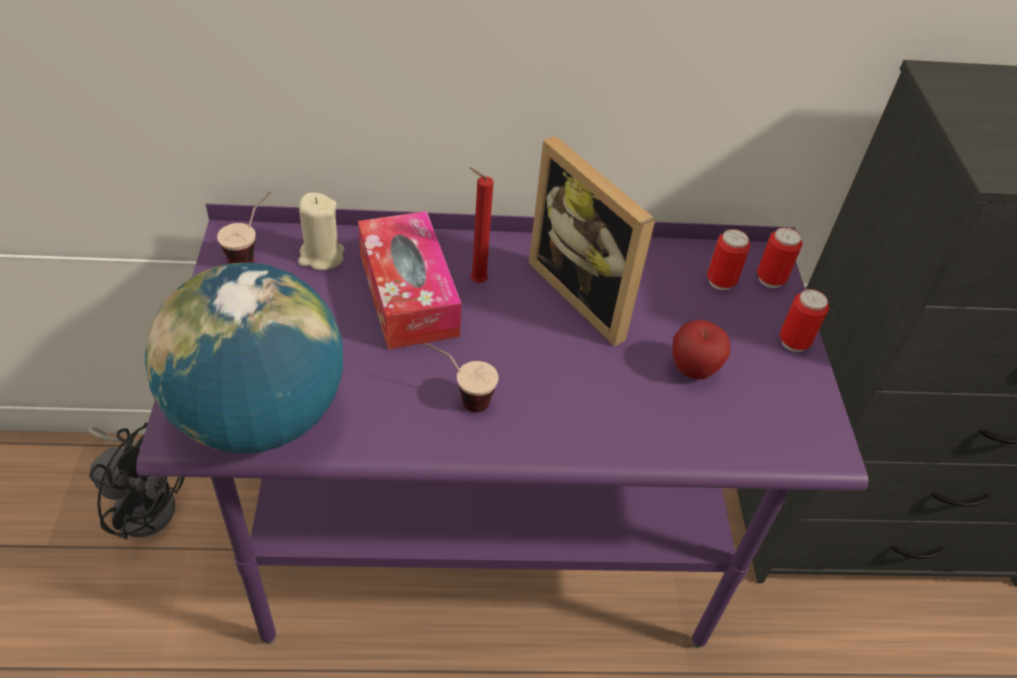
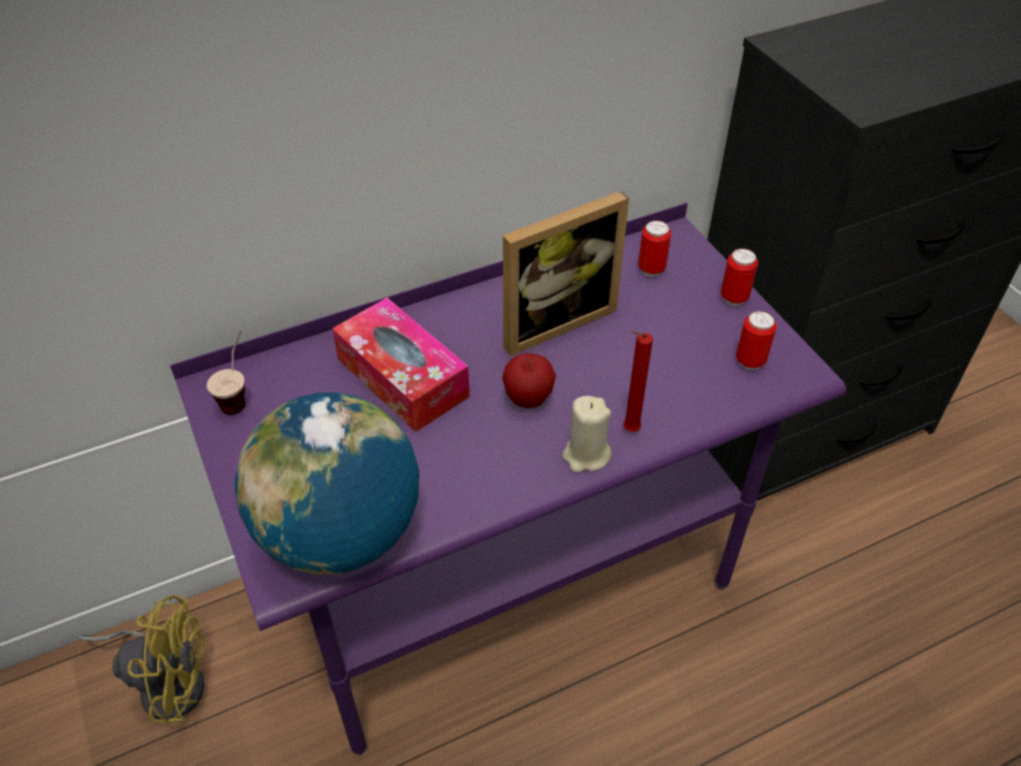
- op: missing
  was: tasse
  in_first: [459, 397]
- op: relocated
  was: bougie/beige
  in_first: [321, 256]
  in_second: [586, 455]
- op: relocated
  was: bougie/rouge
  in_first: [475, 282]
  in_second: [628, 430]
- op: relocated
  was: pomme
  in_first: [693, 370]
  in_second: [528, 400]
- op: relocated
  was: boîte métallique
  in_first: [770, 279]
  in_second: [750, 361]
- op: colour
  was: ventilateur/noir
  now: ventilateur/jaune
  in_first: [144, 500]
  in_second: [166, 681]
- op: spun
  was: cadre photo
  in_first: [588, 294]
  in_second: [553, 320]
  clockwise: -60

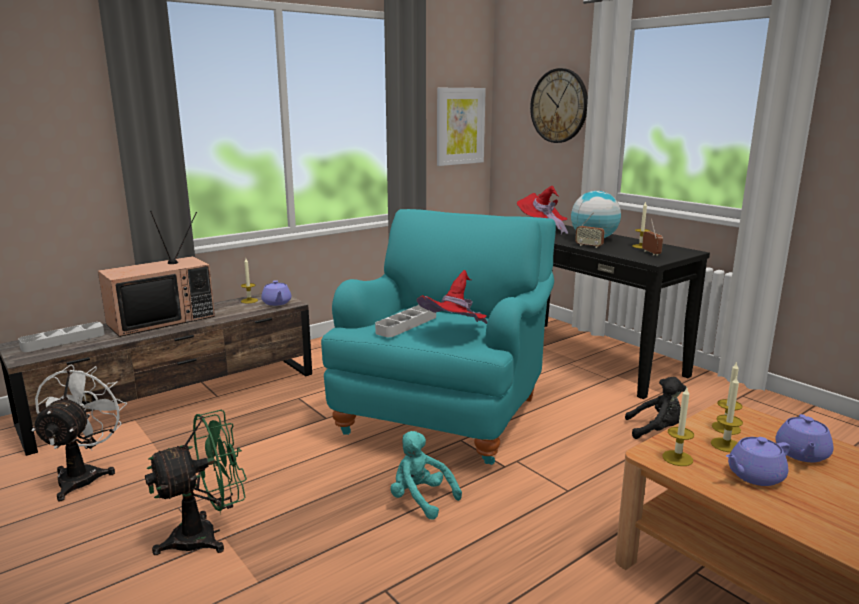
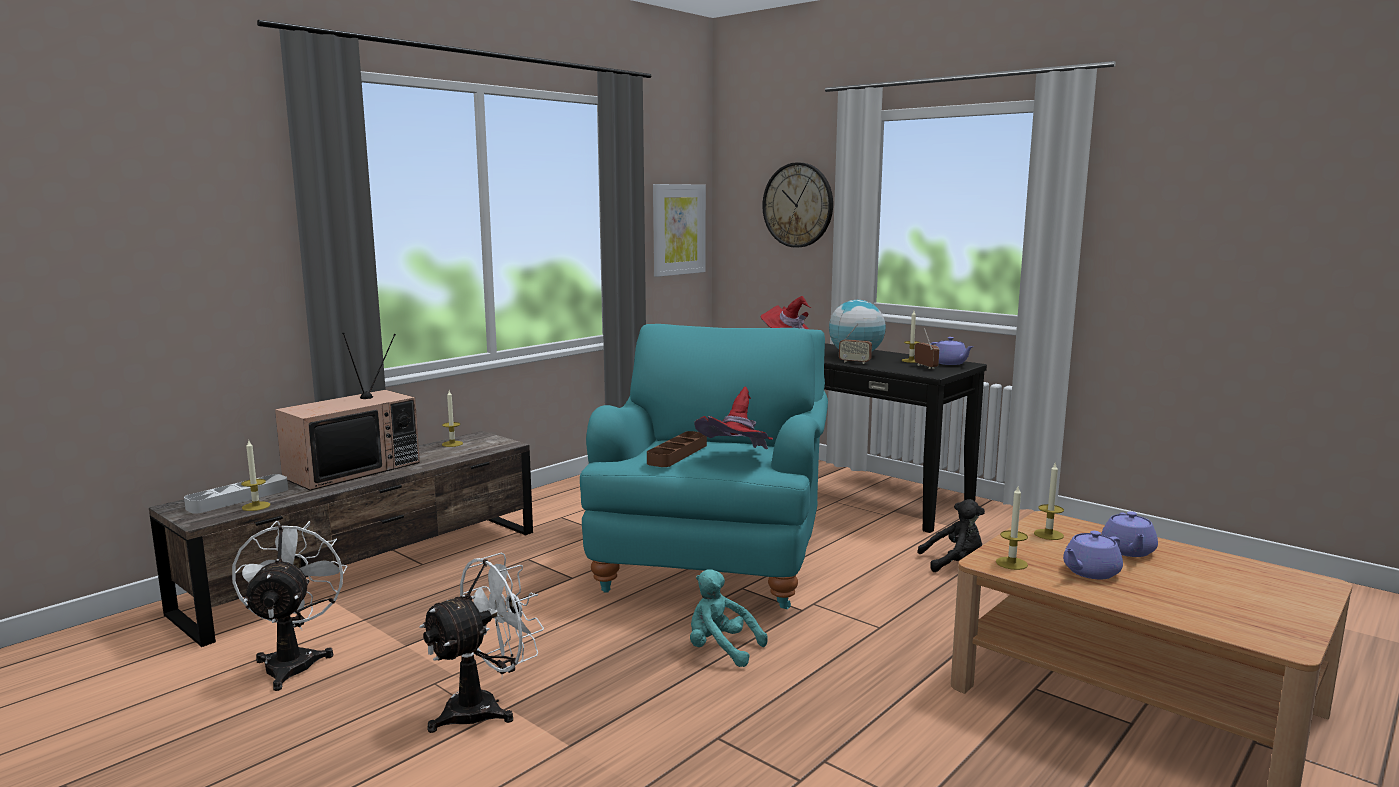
- op: relocated
  was: théière/violet
  in_first: [277, 303]
  in_second: [950, 363]
- op: relocated
  was: bougie
  in_first: [725, 445]
  in_second: [256, 506]
- op: colour
  was: ventilateur/vert
  now: ventilateur/blanc
  in_first: [206, 535]
  in_second: [484, 707]
- op: colour
  was: plateau/gris
  now: plateau/marron
  in_first: [406, 324]
  in_second: [677, 454]

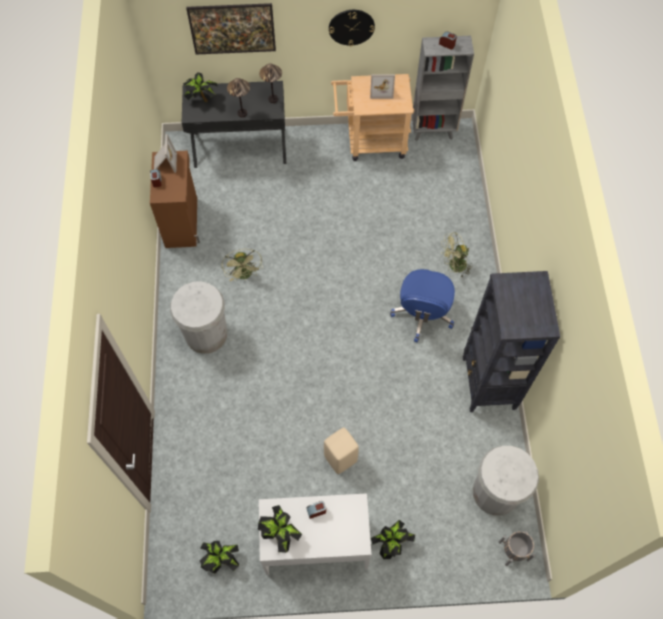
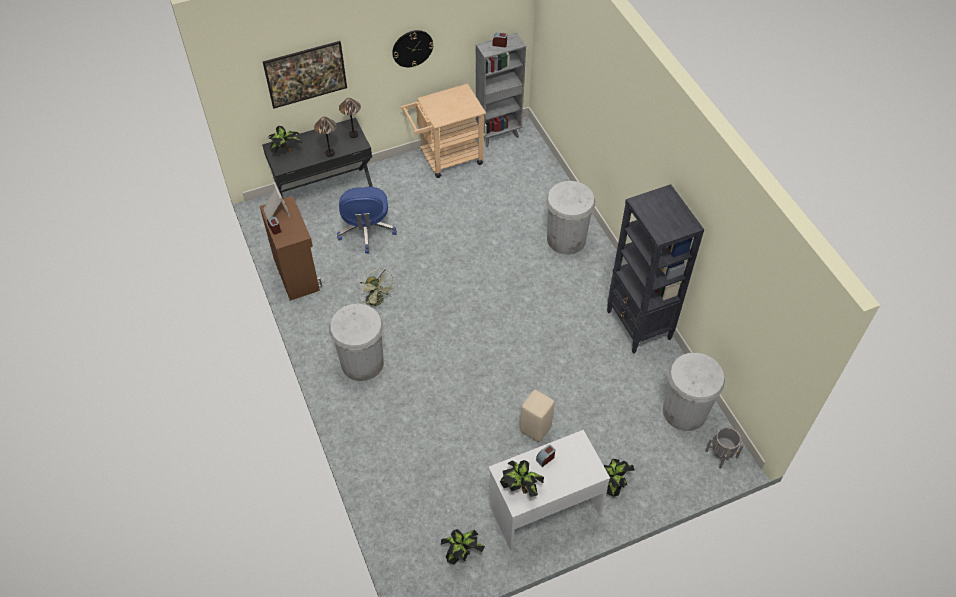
- op: missing
  was: cadre photo
  in_first: [381, 90]
- op: relocated
  was: chaise de bureau/bleu
  in_first: [422, 314]
  in_second: [366, 230]
- op: exchanged
  was: ventilateur/vert
  now: poubelle/blanc
  in_first: [454, 266]
  in_second: [566, 239]

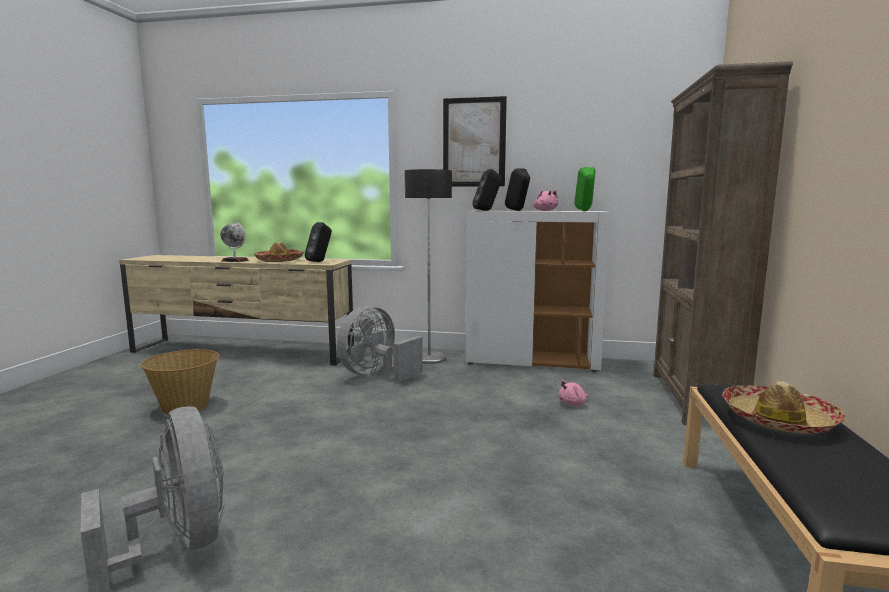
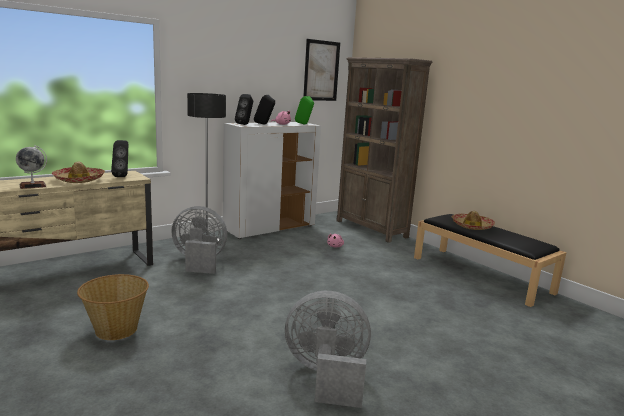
- op: relocated
  was: tableau
  in_first: [474, 142]
  in_second: [321, 71]
- op: spun
  was: ventilateur/gris
  in_first: [376, 374]
  in_second: [199, 262]
  clockwise: 105

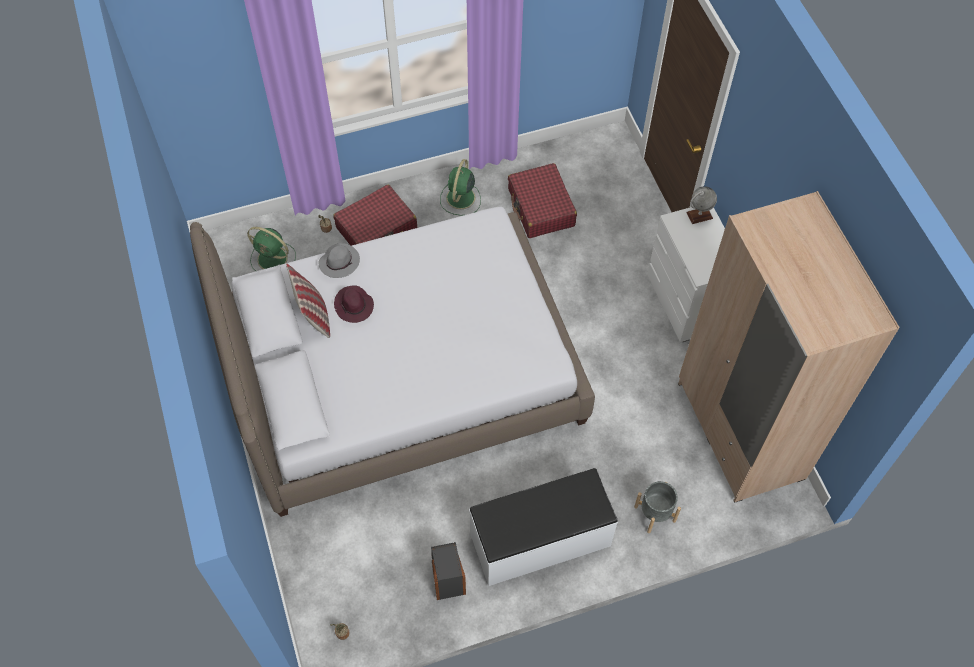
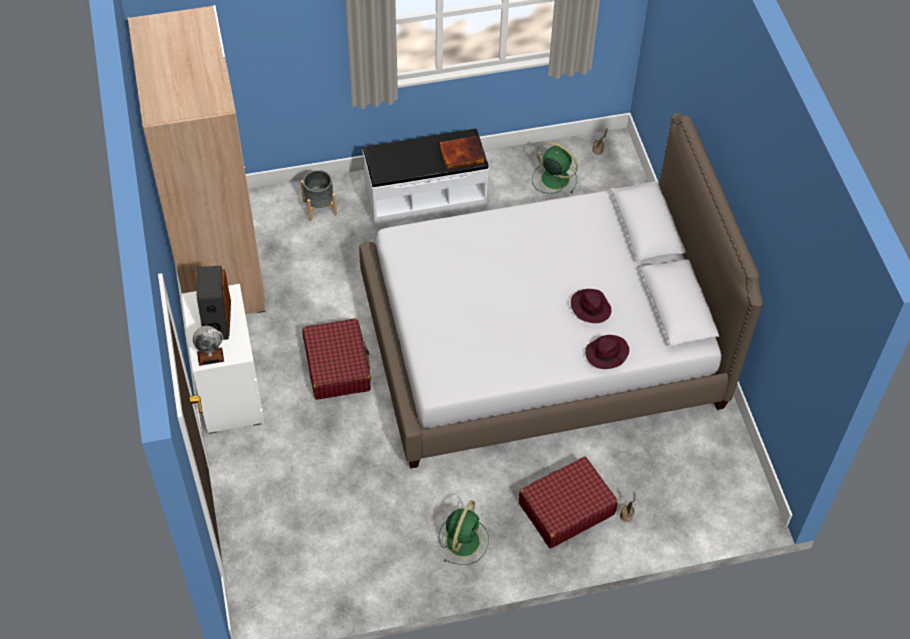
- op: missing
  was: coussin
  in_first: [313, 315]
- op: appeared
  now: livre
  in_second: [461, 153]
- op: relocated
  was: ventilateur/vert
  in_first: [273, 259]
  in_second: [553, 178]
- op: relocated
  was: enceinte
  in_first: [447, 576]
  in_second: [216, 320]
- op: relocated
  was: valise/rouge
  in_first: [541, 208]
  in_second: [337, 366]
- op: colour
  was: chapeau/gris
  now: chapeau/violet
  in_first: [340, 262]
  in_second: [606, 354]

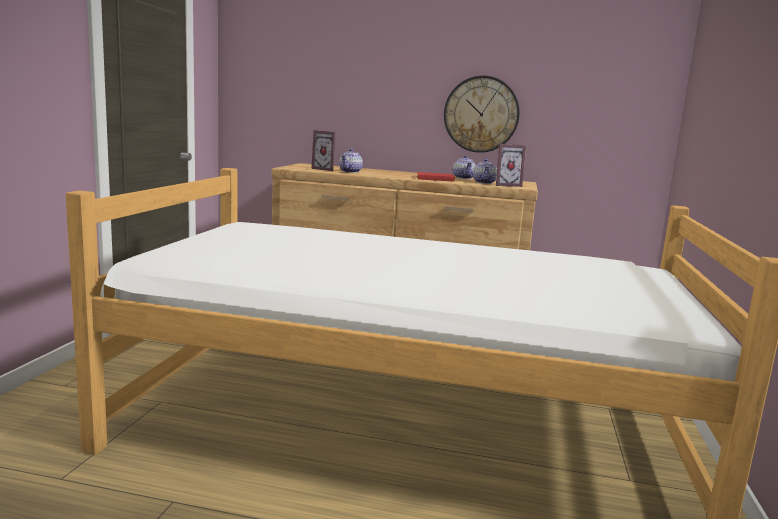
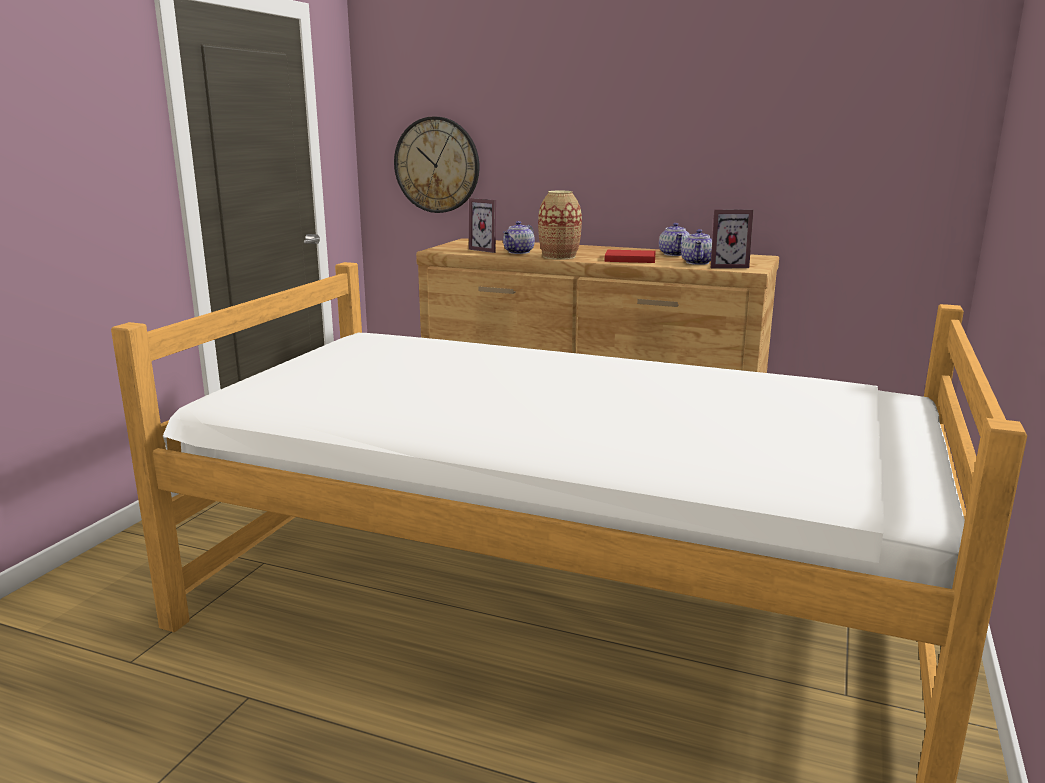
- op: appeared
  now: vase
  in_second: [559, 257]
- op: relocated
  was: horloge murale
  in_first: [481, 114]
  in_second: [437, 165]

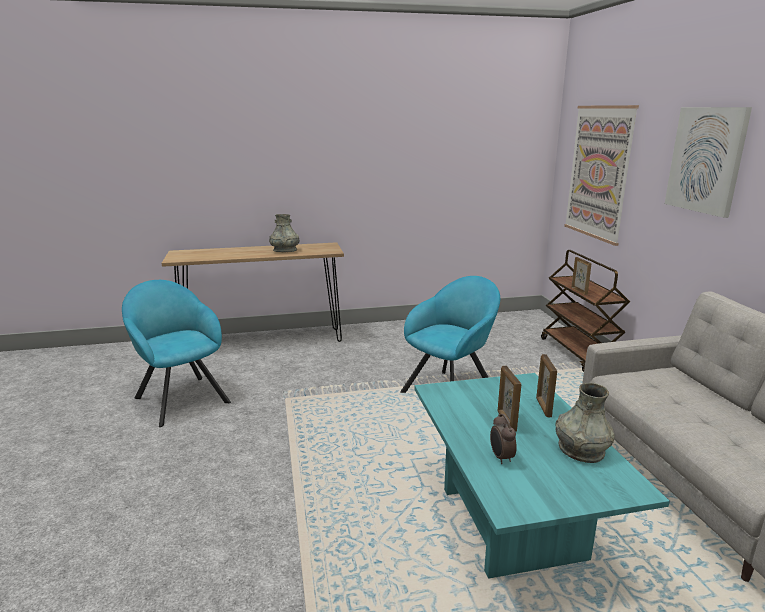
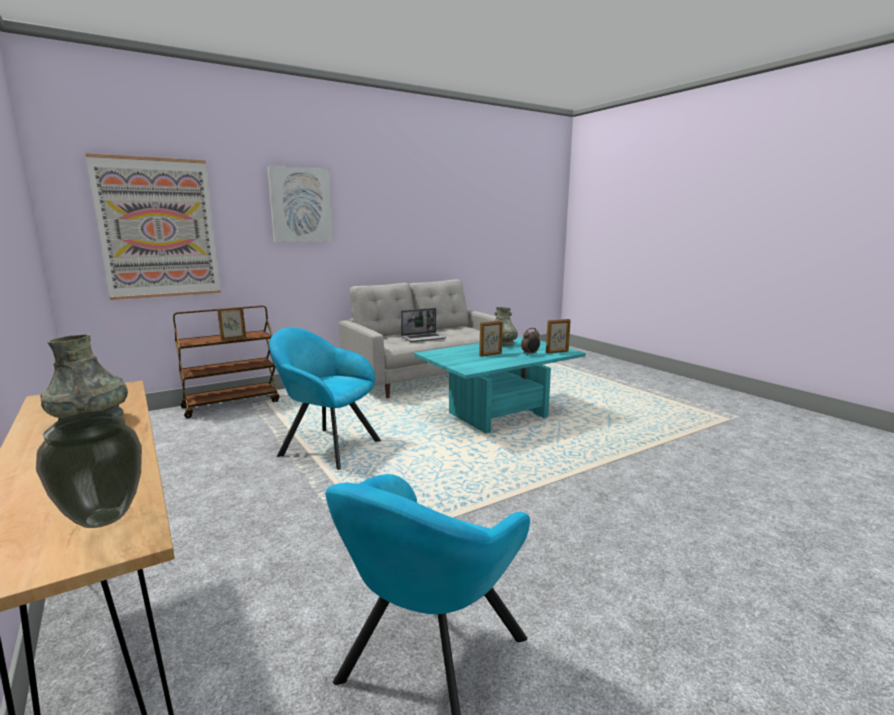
- op: appeared
  now: vase
  in_second: [104, 519]
- op: appeared
  now: ordinateur portable
  in_second: [424, 338]
- op: relocated
  was: cadre photo
  in_first: [543, 407]
  in_second: [557, 352]

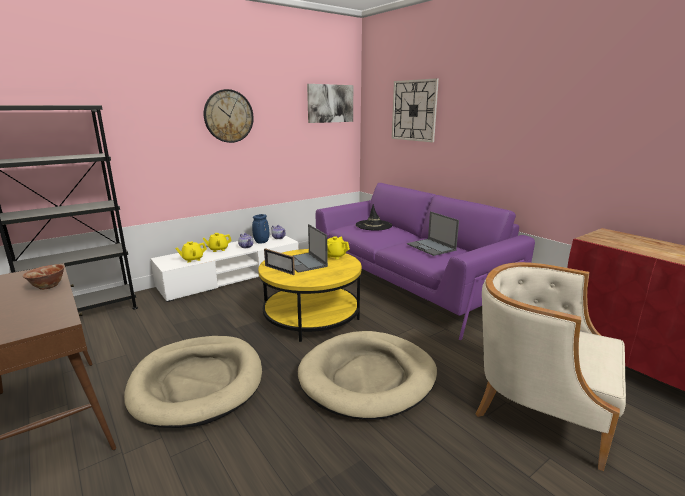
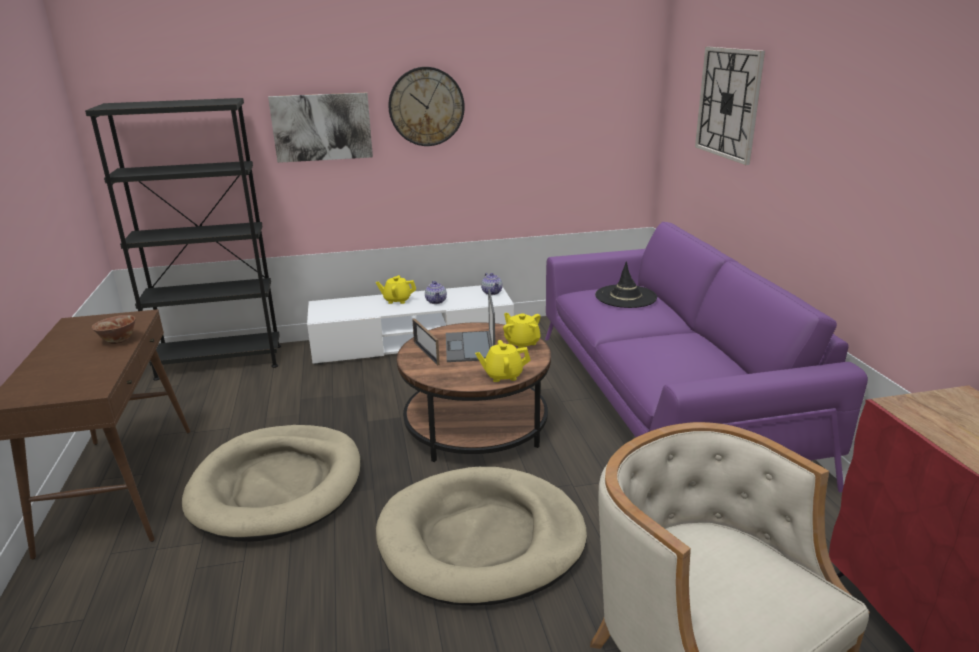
- op: missing
  was: vase/bleu
  in_first: [261, 242]
- op: missing
  was: ordinateur portable
  in_first: [431, 247]
- op: relocated
  was: théière/jaune
  in_first: [192, 259]
  in_second: [503, 375]
- op: relocated
  was: tableau
  in_first: [330, 103]
  in_second: [322, 127]
- op: colour
  was: table basse/jaune
  now: table basse/marron
  in_first: [311, 315]
  in_second: [476, 425]

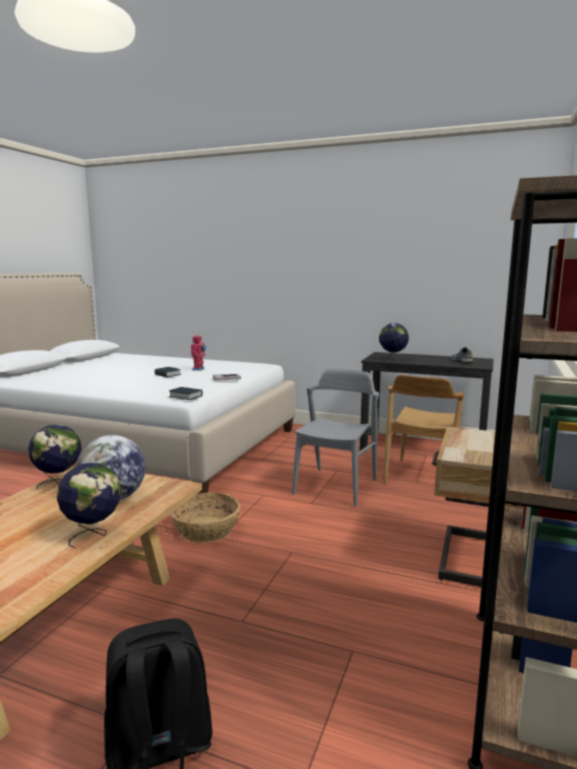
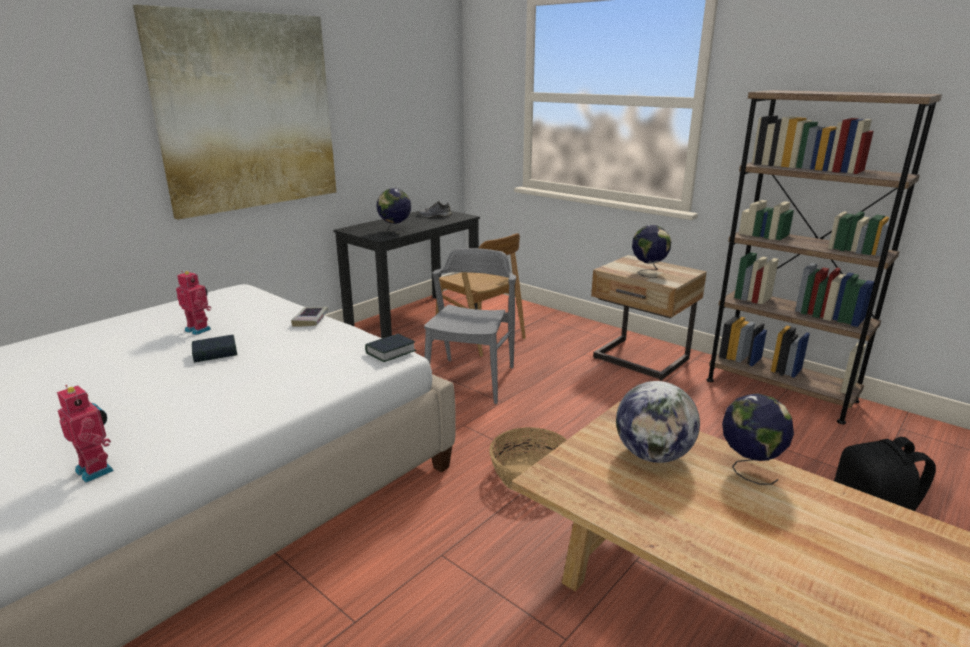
- op: appeared
  now: robot jouet
  in_second: [97, 469]
- op: appeared
  now: tableau
  in_second: [248, 113]
- op: relocated
  was: globe
  in_first: [59, 484]
  in_second: [648, 272]
- op: spun
  was: chaise/gris
  in_first: [336, 486]
  in_second: [471, 380]
  clockwise: 60

